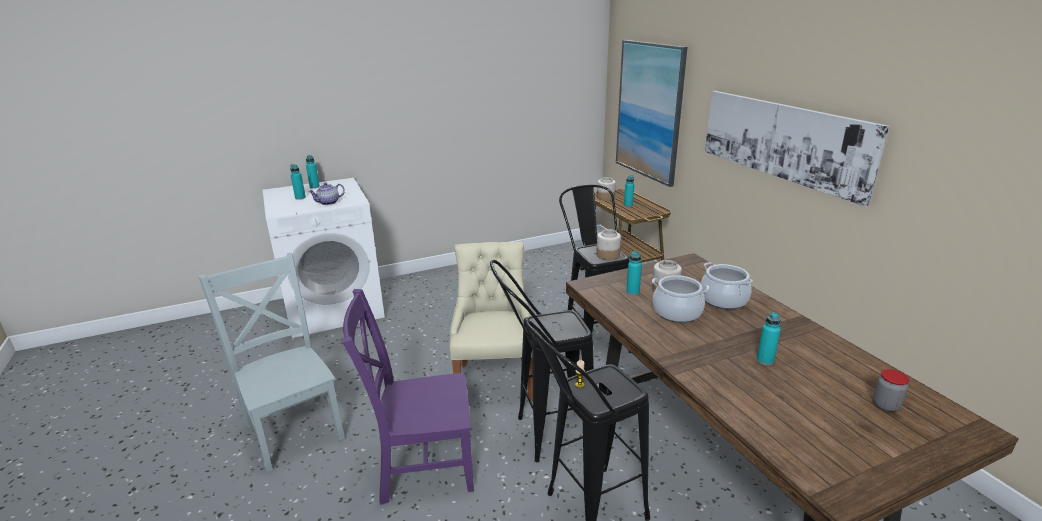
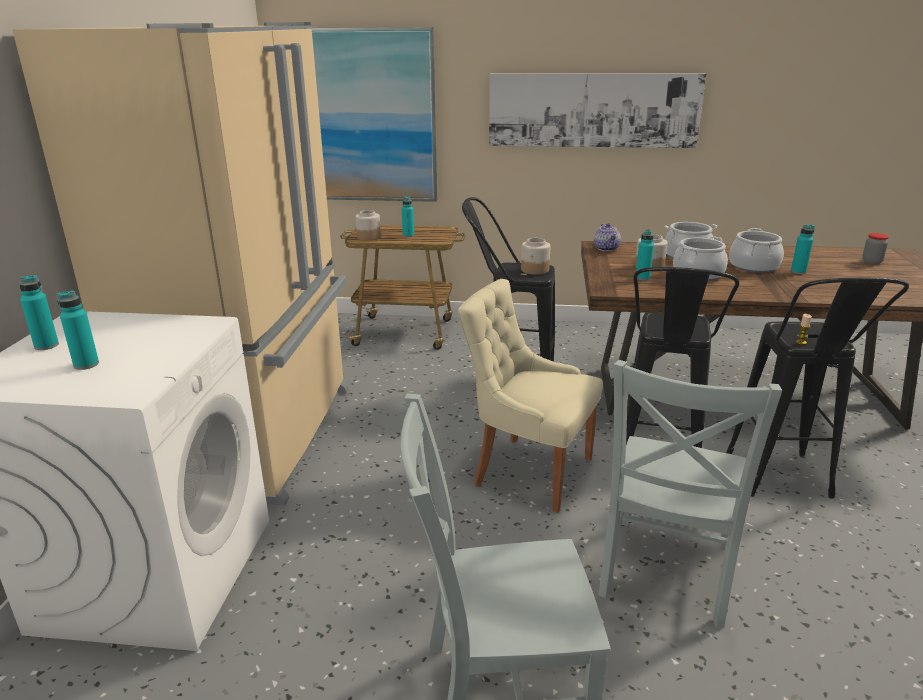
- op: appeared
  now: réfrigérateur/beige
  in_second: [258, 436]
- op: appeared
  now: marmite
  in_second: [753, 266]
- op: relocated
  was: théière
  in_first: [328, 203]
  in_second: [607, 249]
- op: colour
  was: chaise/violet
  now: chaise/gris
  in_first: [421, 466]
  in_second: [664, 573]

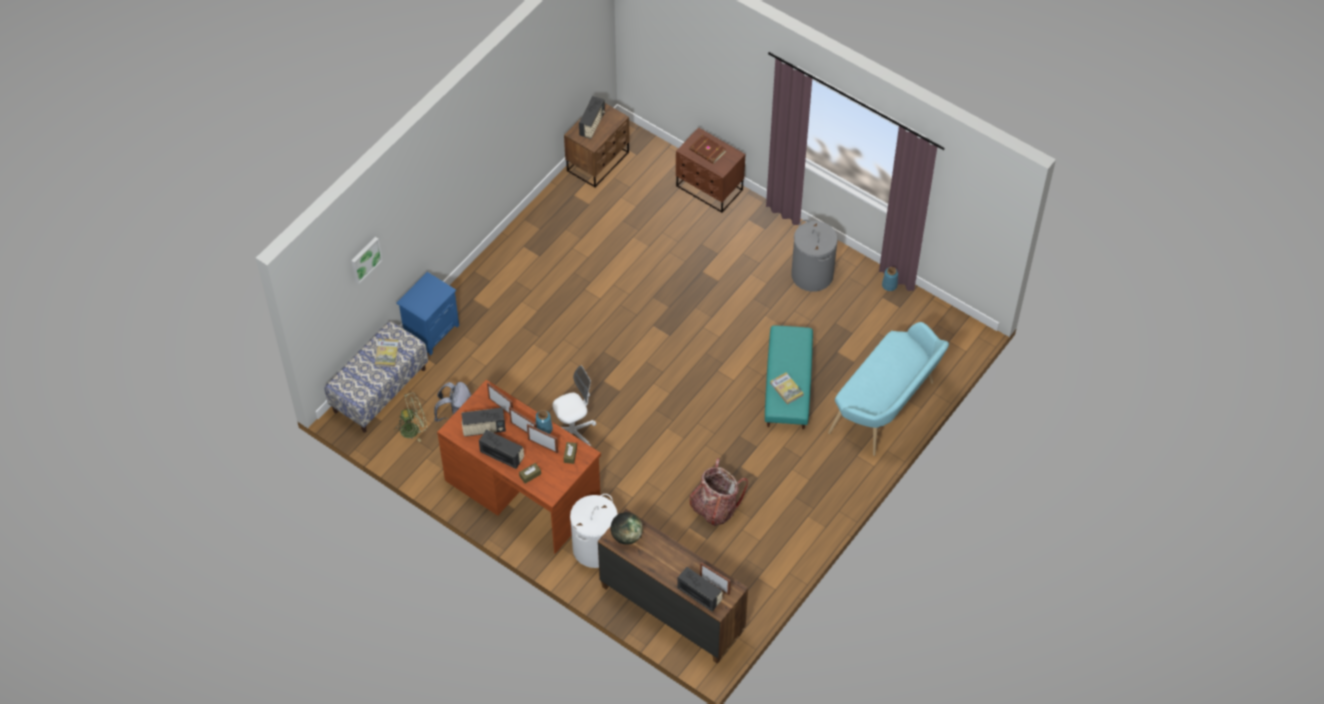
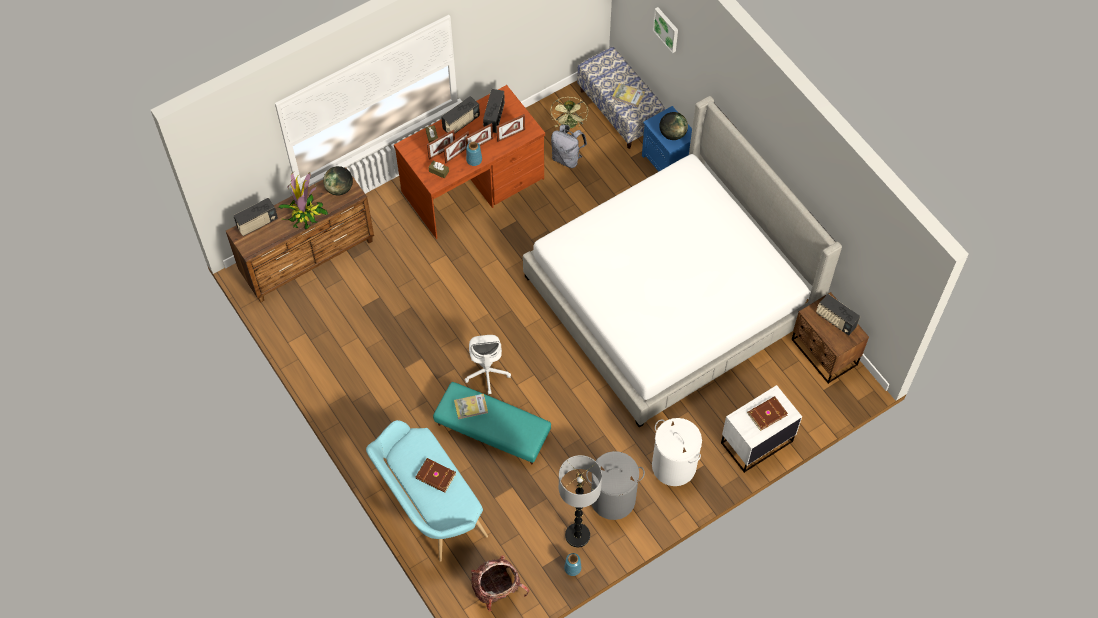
- op: appeared
  now: plante en pot
  in_second: [304, 214]
- op: appeared
  now: livre/marron
  in_second: [435, 477]
- op: appeared
  now: lit
  in_second: [670, 297]
- op: appeared
  now: lampadaire
  in_second: [577, 535]
- op: appeared
  now: globe
  in_second: [672, 134]
- op: relocated
  was: chaise de bureau/blanc
  in_first: [573, 433]
  in_second: [487, 373]
- op: relocated
  was: panier à linge/blanc
  in_first: [595, 548]
  in_second: [673, 466]
- op: relocated
  was: sac à dos
  in_first: [714, 507]
  in_second: [497, 590]
- op: relocated
  was: cadre photo
  in_first: [714, 585]
  in_second: [442, 152]
- op: colour
  was: table de chevet/marron
  now: table de chevet/blanc
  in_first: [709, 189]
  in_second: [756, 442]

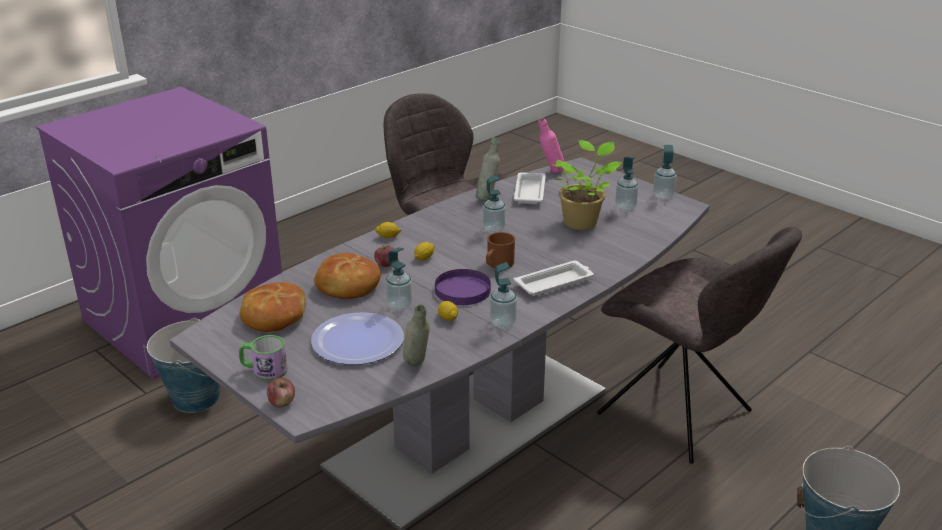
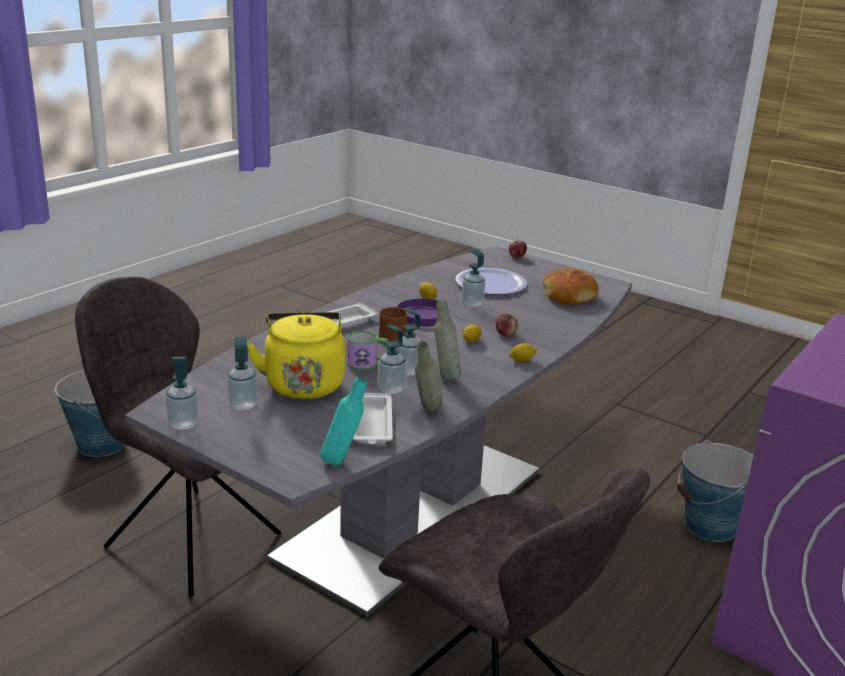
- op: missing
  was: pain
  in_first: [347, 286]
- op: relocated
  was: mug
  in_first: [264, 370]
  in_second: [368, 364]
- op: relocated
  was: bouteille/gris
  in_first: [417, 368]
  in_second: [445, 376]
- op: relocated
  was: distributeur de savon
  in_first: [503, 323]
  in_second: [391, 389]
- op: exchanged
  was: plante en pot
  now: bouilloire/jaune
  in_first: [582, 222]
  in_second: [303, 383]
- op: colour
  was: bouteille/rose
  now: bouteille/turquoise
  in_first: [550, 172]
  in_second: [343, 460]

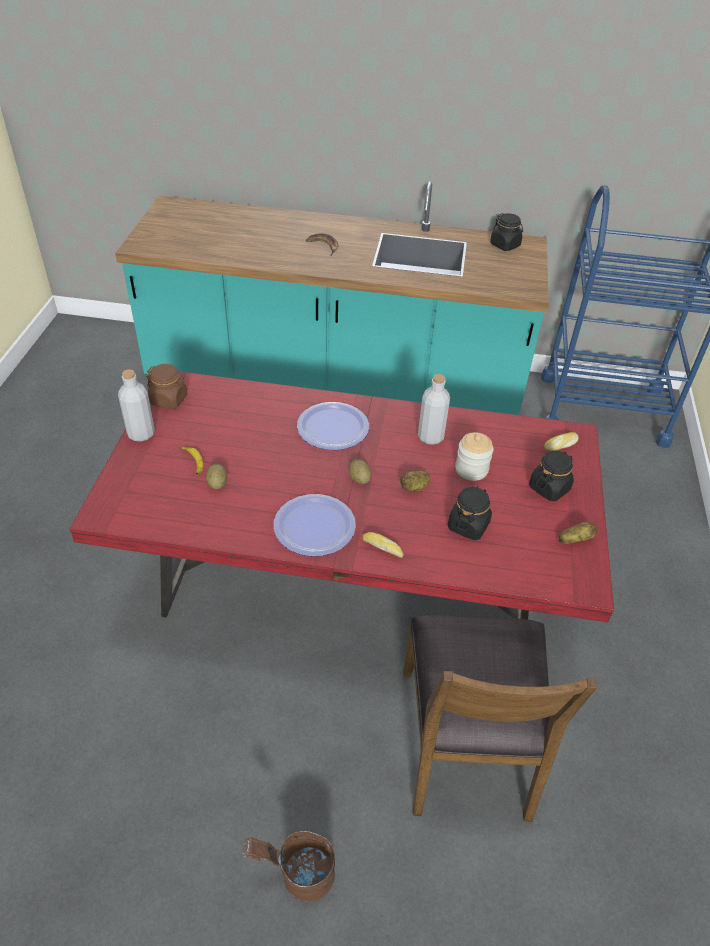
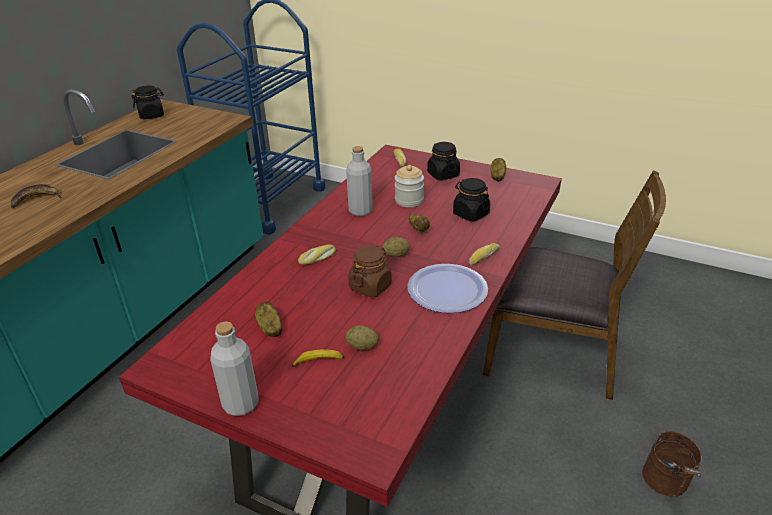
- op: appeared
  now: pomme de terre
  in_second: [269, 328]
- op: relocated
  was: bocal/marron
  in_first: [169, 400]
  in_second: [370, 286]
- op: exchanged
  was: assiette
  now: pain
  in_first: [333, 427]
  in_second: [318, 259]

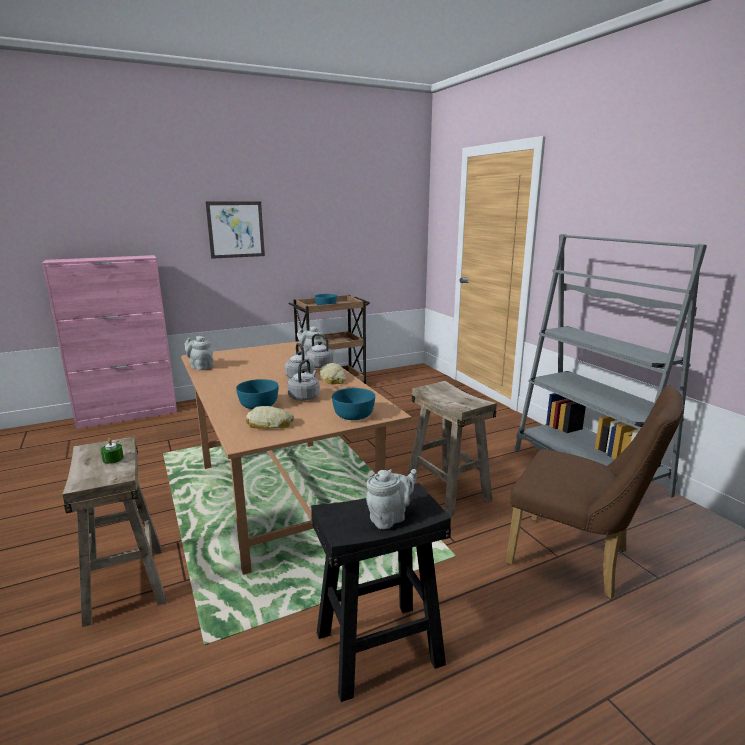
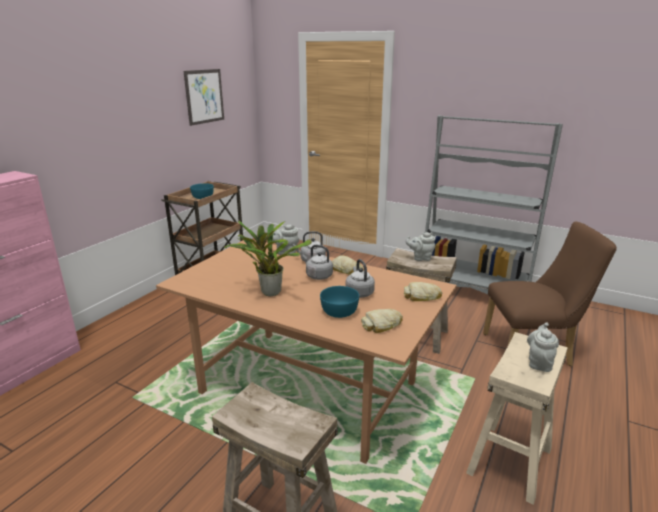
- op: missing
  was: bougie/vert
  in_first: [113, 459]
- op: appeared
  now: plante en pot
  in_second: [269, 291]
- op: relocated
  was: théière/gris
  in_first: [200, 367]
  in_second: [420, 258]
- op: relocated
  was: tableau
  in_first: [236, 229]
  in_second: [204, 96]
- op: exchanged
  was: bol/turquoise
  now: pain
  in_first: [354, 415]
  in_second: [422, 296]
- op: colour
  was: tabouret/noir
  now: tabouret/beige
  in_first: [378, 649]
  in_second: [510, 461]

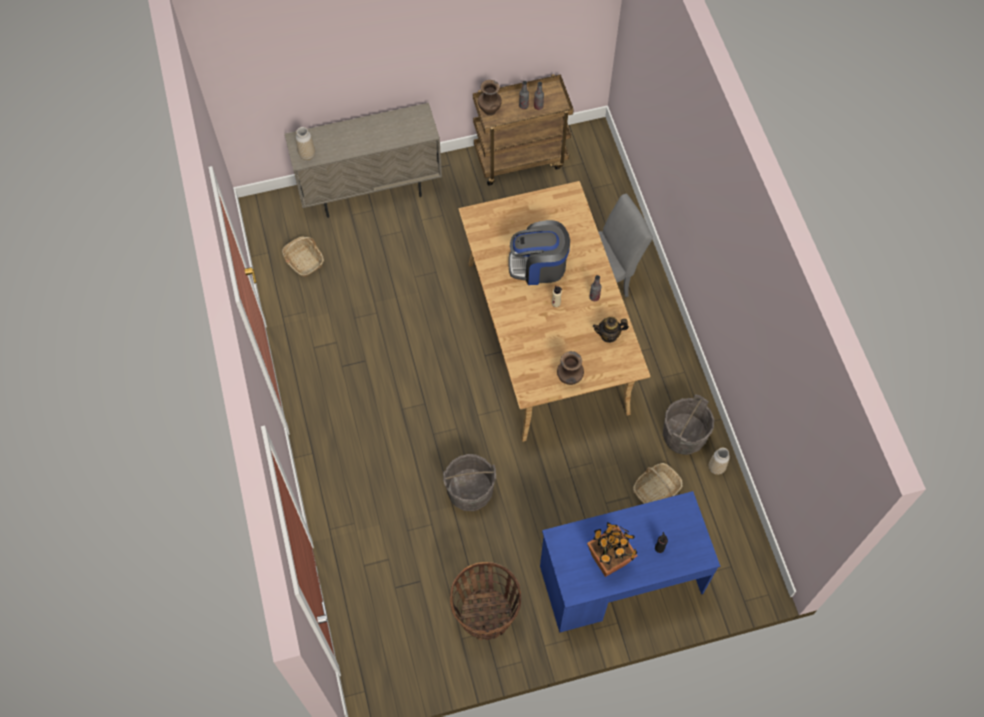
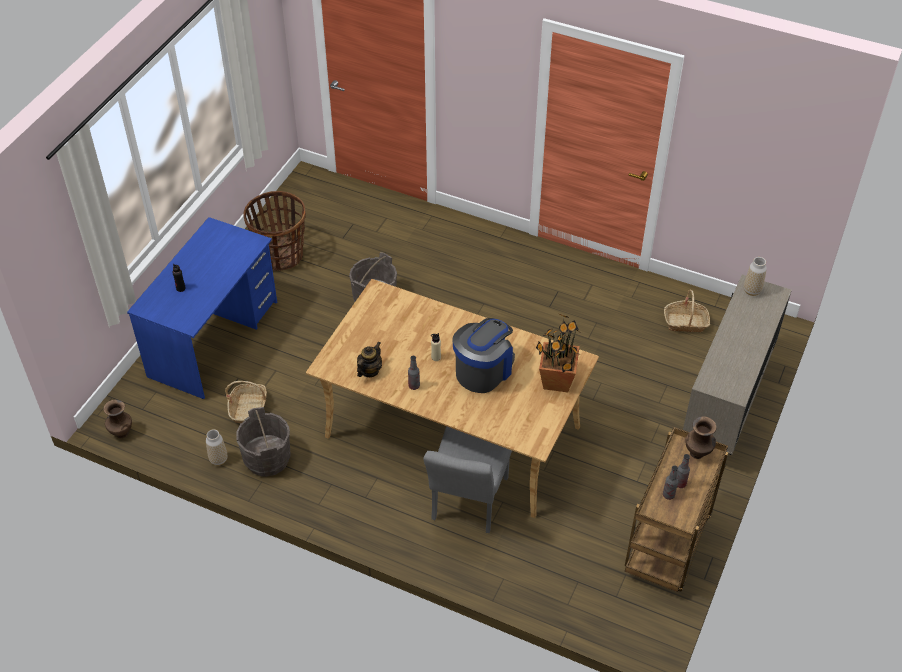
- op: relocated
  was: vase/marron
  in_first: [569, 379]
  in_second: [121, 432]
- op: relocated
  was: plante en pot
  in_first: [609, 561]
  in_second: [556, 381]

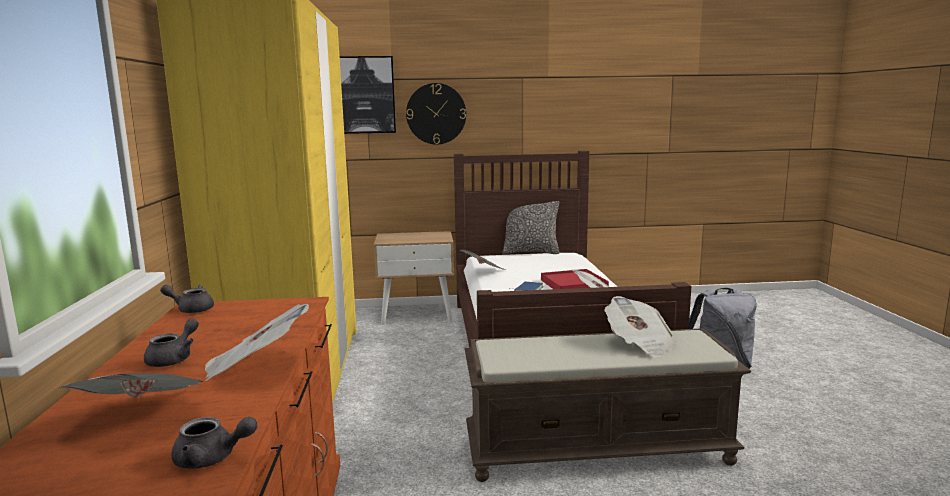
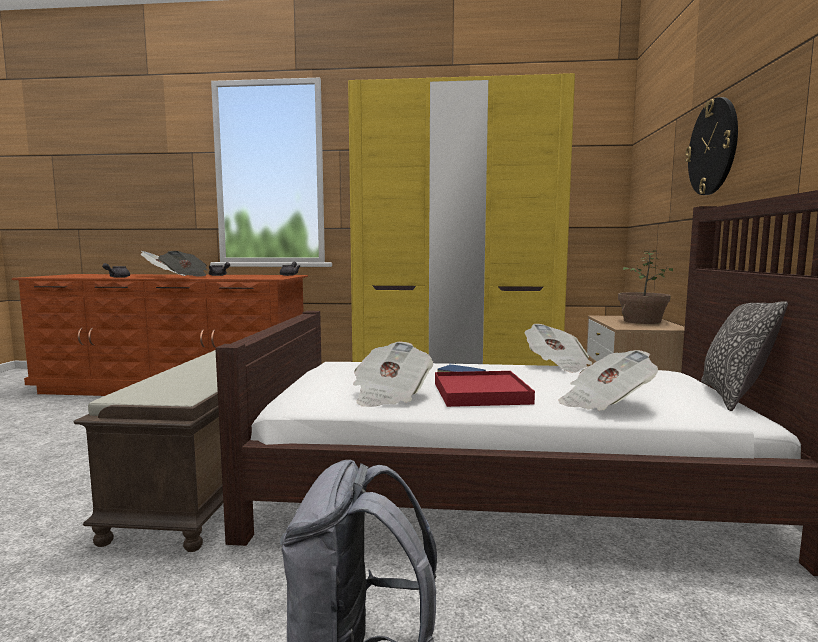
- op: missing
  was: tableau
  in_first: [363, 95]
- op: appeared
  now: plante en pot
  in_second: [642, 321]
- op: relocated
  was: journal
  in_first: [639, 344]
  in_second: [604, 403]

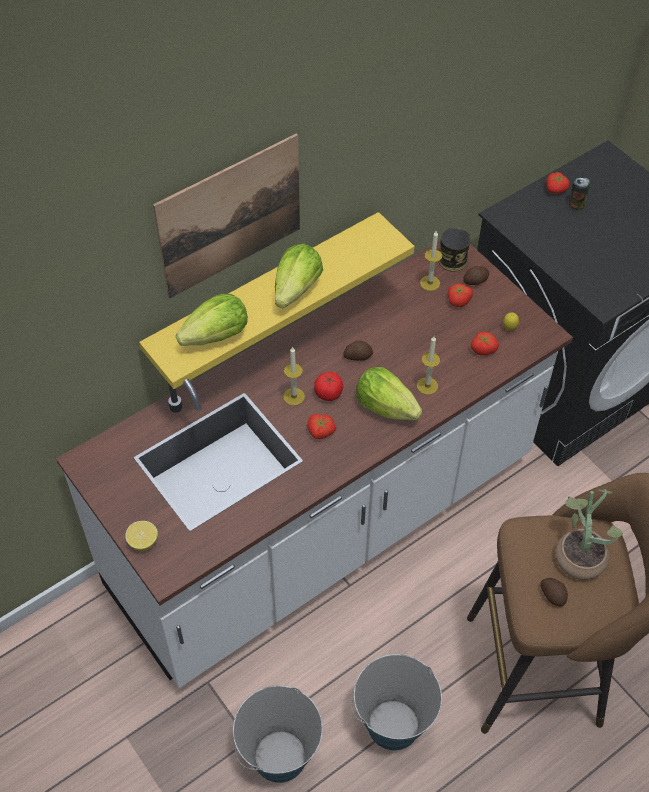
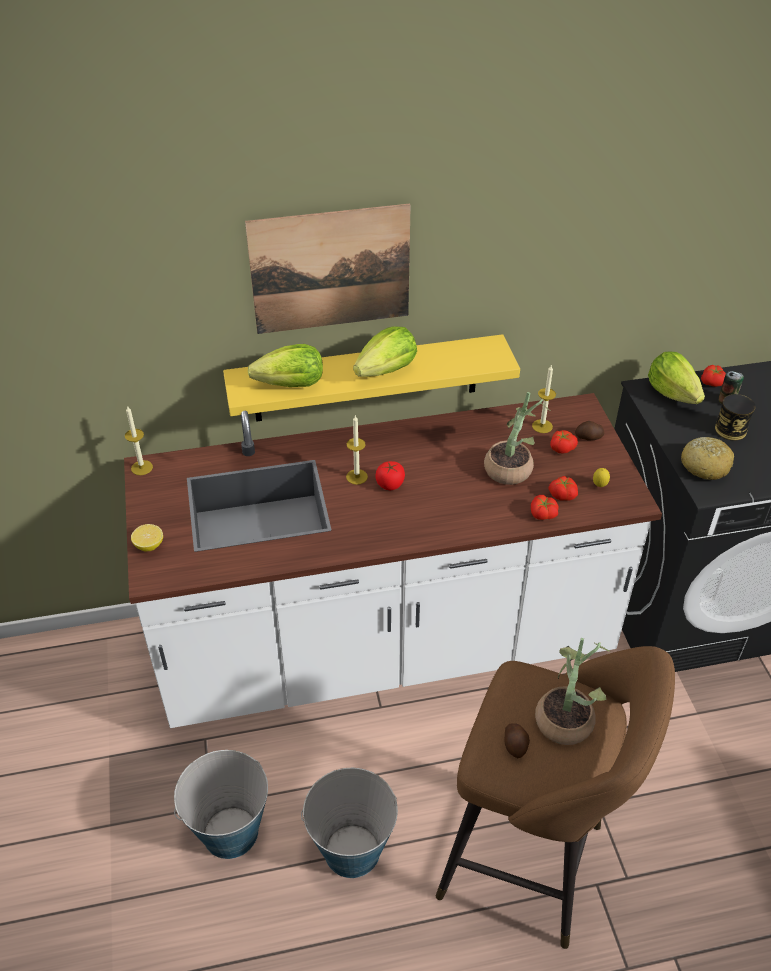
- op: missing
  was: pomme de terre
  in_first: [357, 356]
- op: appeared
  now: plante en pot
  in_second: [512, 467]
- op: appeared
  now: pain
  in_second: [705, 465]
- op: relocated
  was: tomate
  in_first: [320, 432]
  in_second: [542, 515]
- op: relocated
  was: laitue
  in_first: [386, 406]
  in_second: [672, 393]
- op: relocated
  was: bougie
  in_first: [427, 386]
  in_second: [142, 467]
- op: relocated
  was: boîte métallique
  in_first: [452, 260]
  in_second: [730, 430]

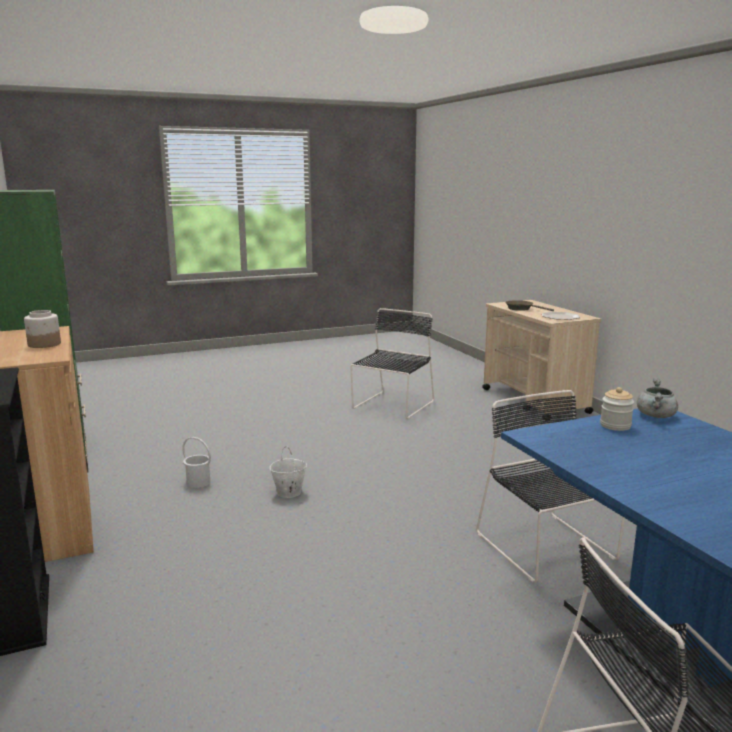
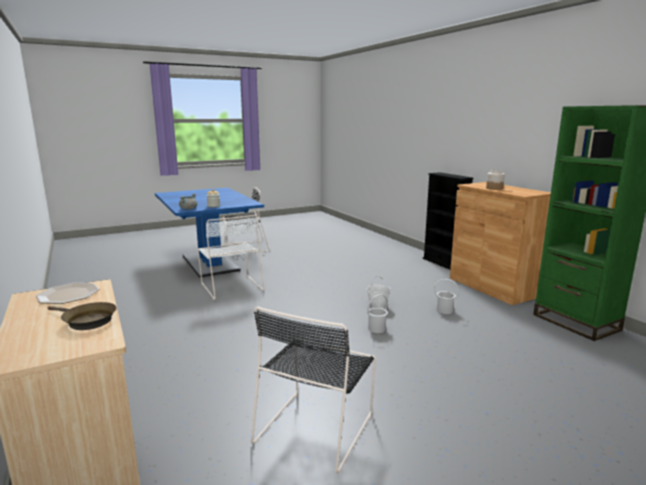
- op: appeared
  now: seau/blanc
  in_second: [377, 329]
- op: colour
  was: chaise/noir
  now: chaise/blanc
  in_first: [547, 548]
  in_second: [231, 286]

